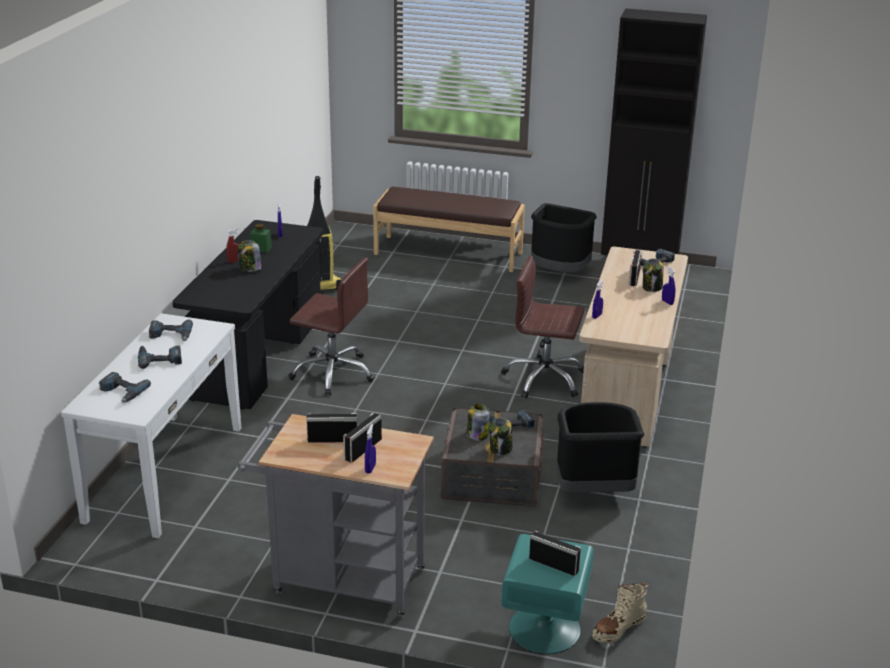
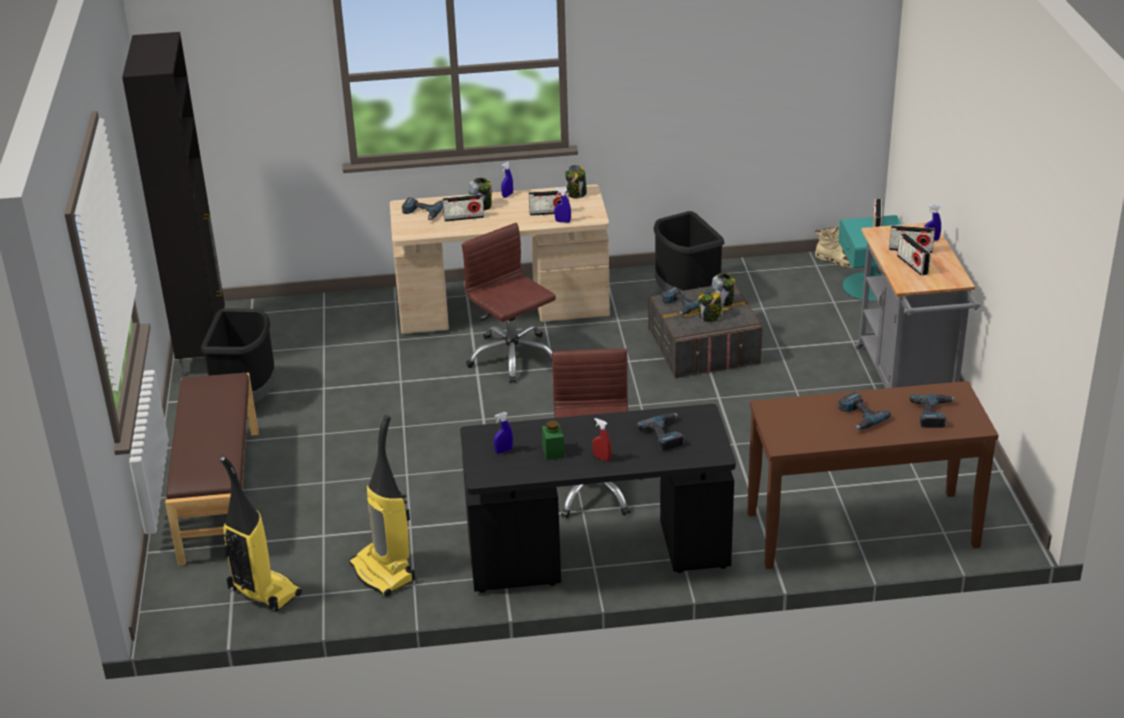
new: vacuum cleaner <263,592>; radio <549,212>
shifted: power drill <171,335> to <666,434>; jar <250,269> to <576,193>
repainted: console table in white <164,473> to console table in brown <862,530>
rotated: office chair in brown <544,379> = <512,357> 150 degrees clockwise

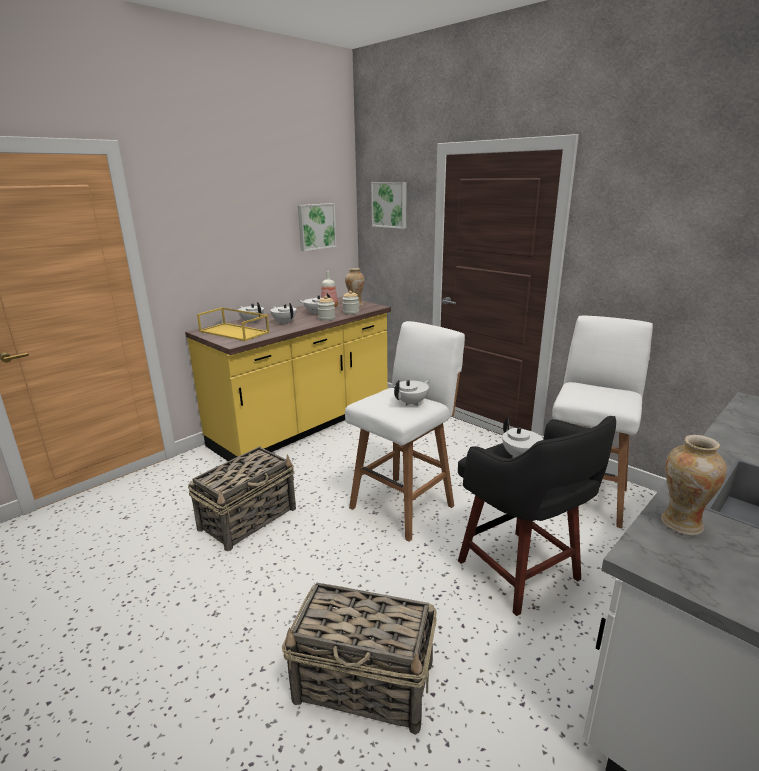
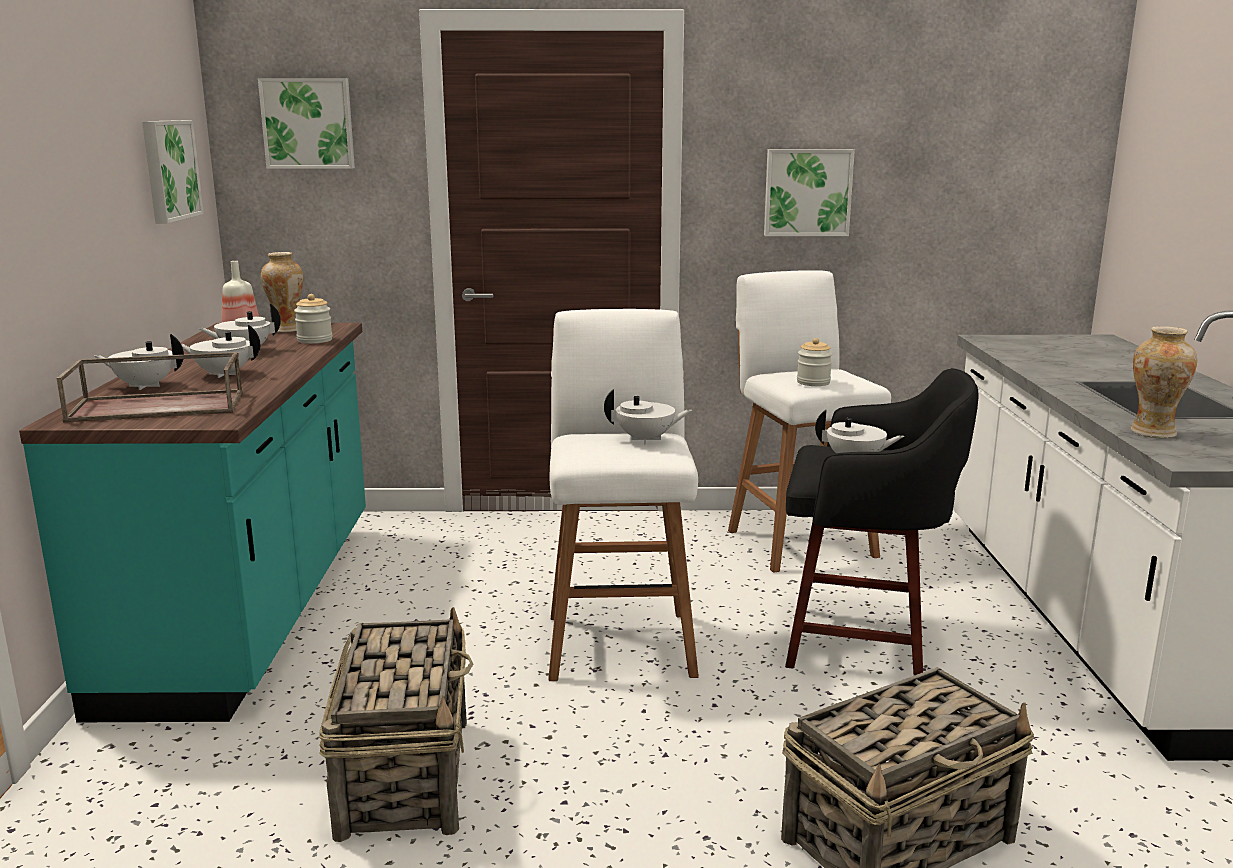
new: picture <807,192>
shifted: jar <326,318> to <813,382>
repainted: counter in yellow <304,425> to counter in turquoise <253,609>; tray in yellow <235,332> to tray in brown <159,406>
rotated: teapot in white <412,403> = <646,439> 90 degrees clockwise

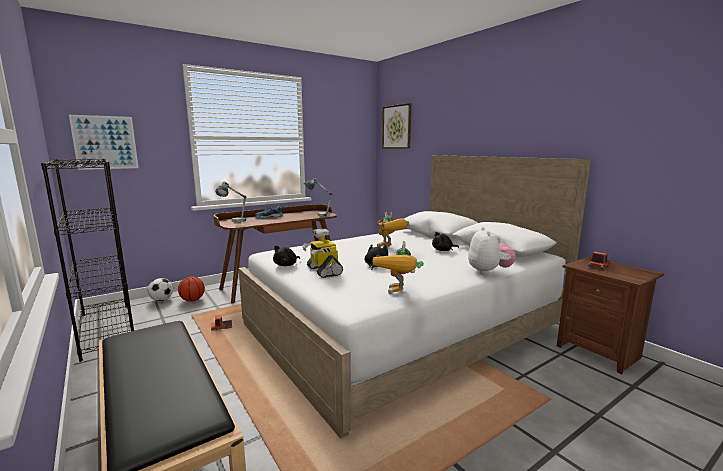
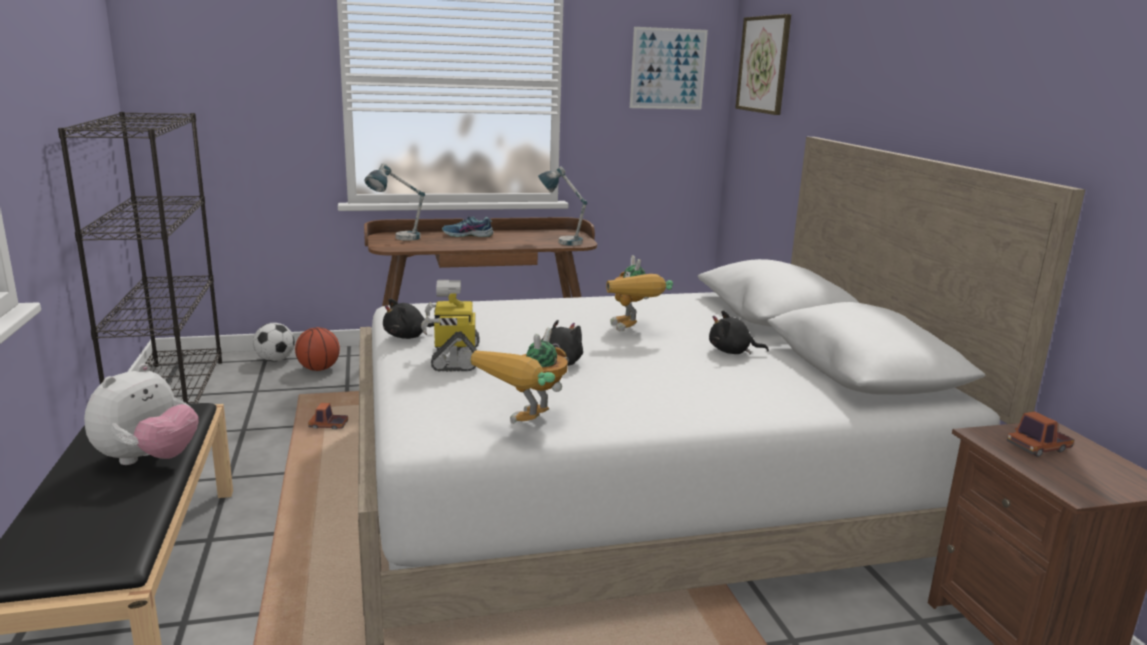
shifted: picture <105,142> to <668,69>; plush toy <488,272> to <148,460>

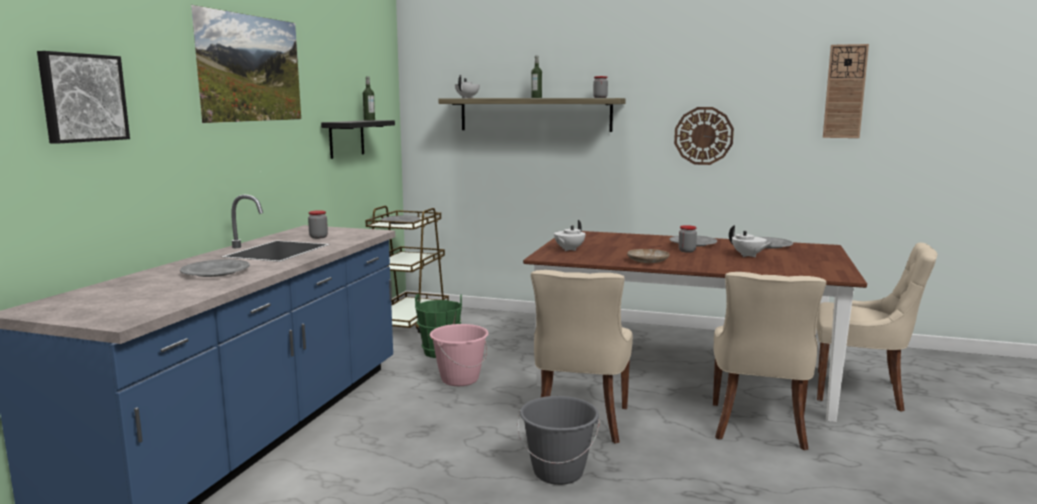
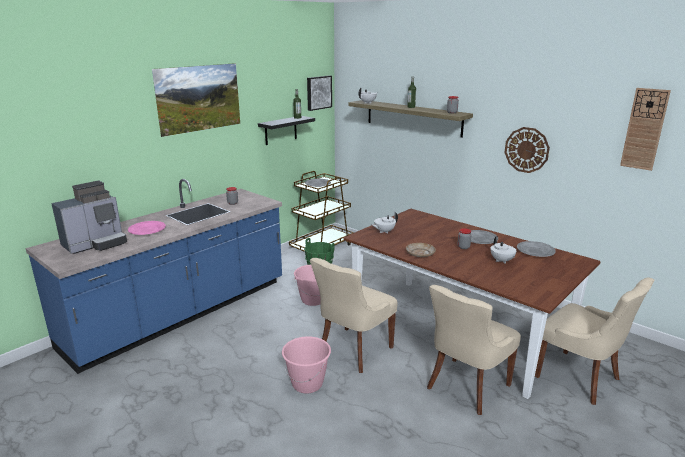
new: coffee machine <96,244>
shifted: picture <82,98> to <318,92>
repainted: plate in grey <215,272> to plate in pink <147,230>; bucket in grey <558,472> to bucket in pink <307,384>

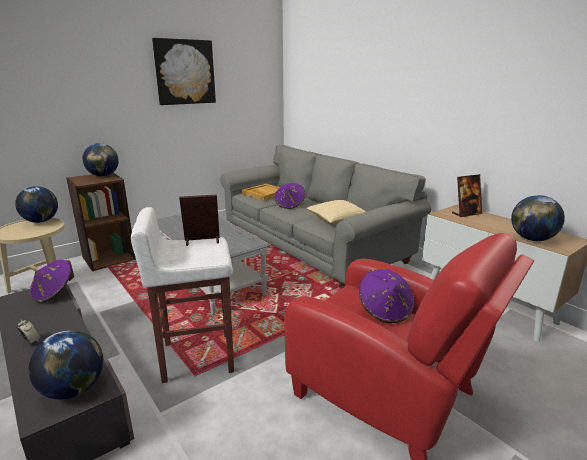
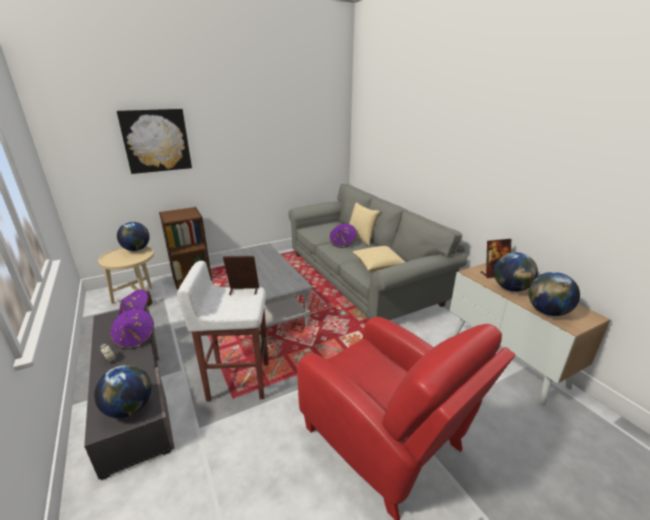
gone: tray in beige <264,193>
new: pillow <361,238>
shifted: globe <103,176> to <510,288>; picture <185,72> to <156,141>; hat in purple <385,310> to <135,339>

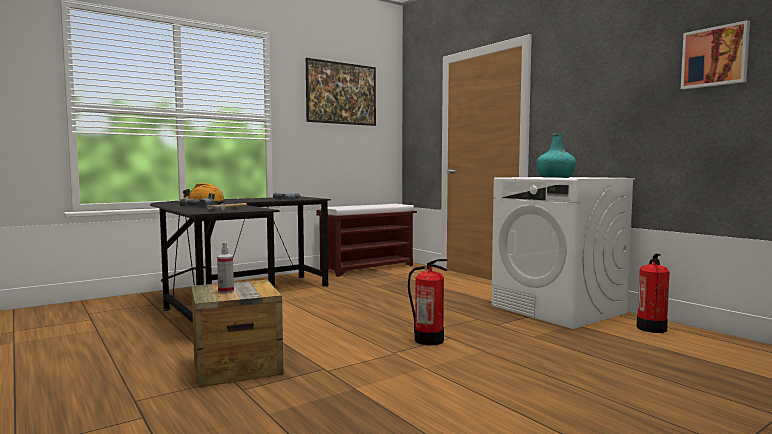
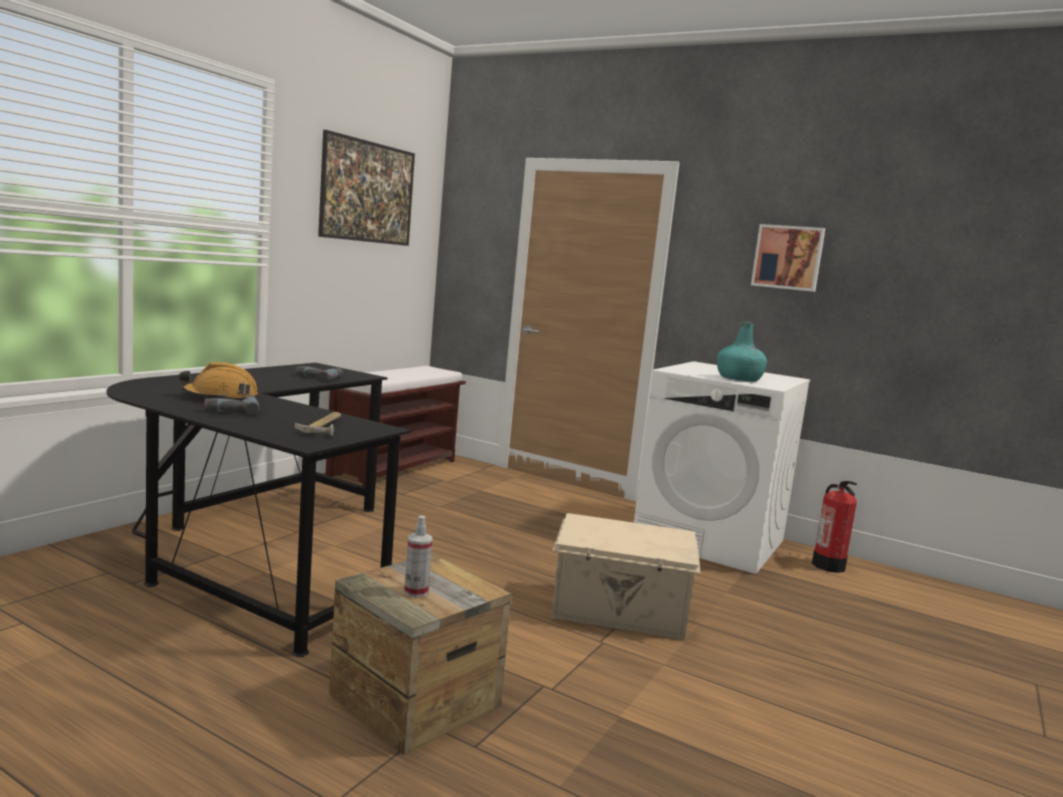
shifted: picture <715,57> to <788,257>
swapped: fire extinguisher <428,340> to storage box in beige <619,612>

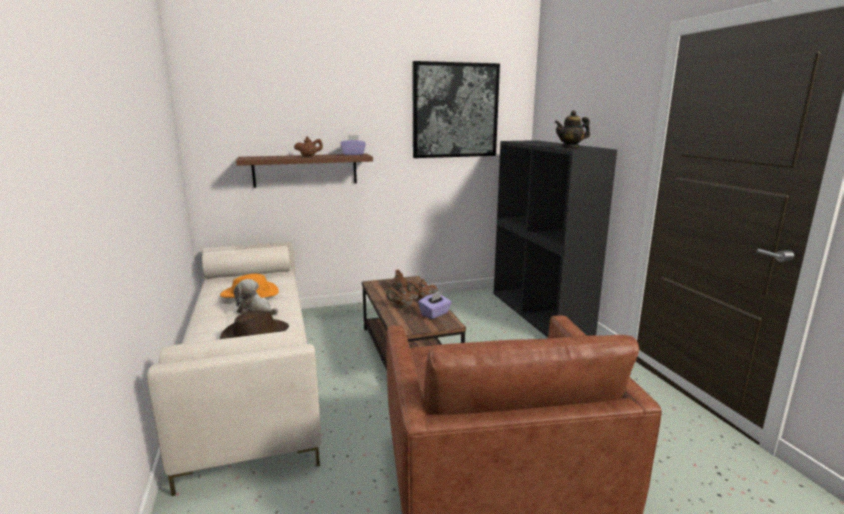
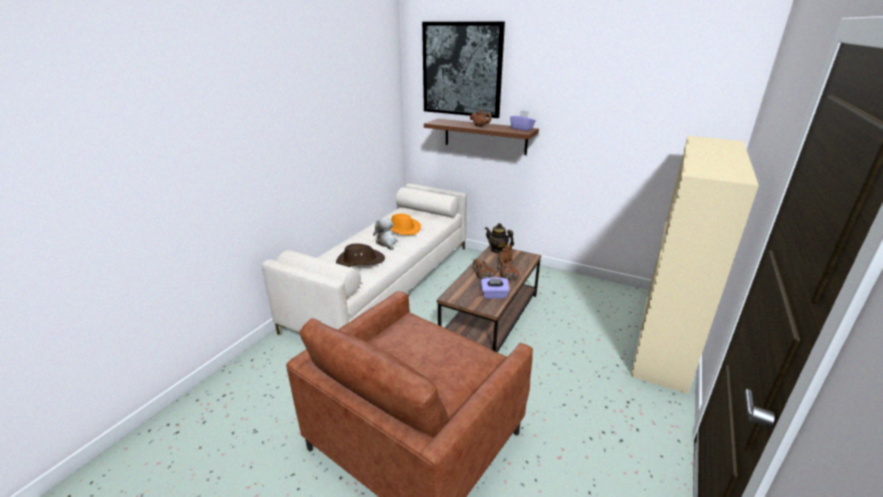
shifted: picture <455,110> to <462,69>; teapot <570,148> to <498,250>
repainted: bookcase in black <540,313> to bookcase in beige <665,340>

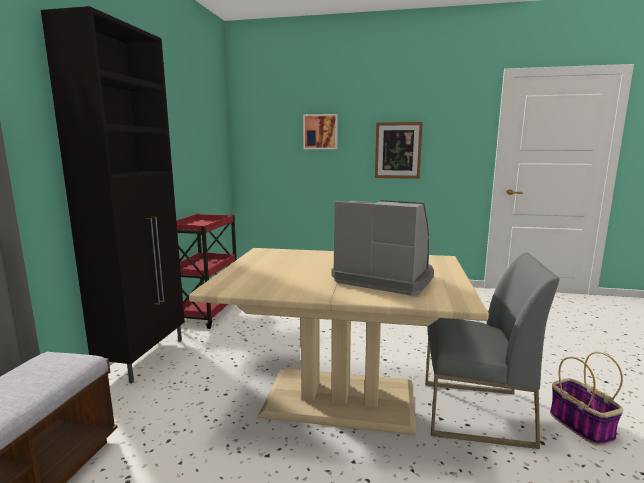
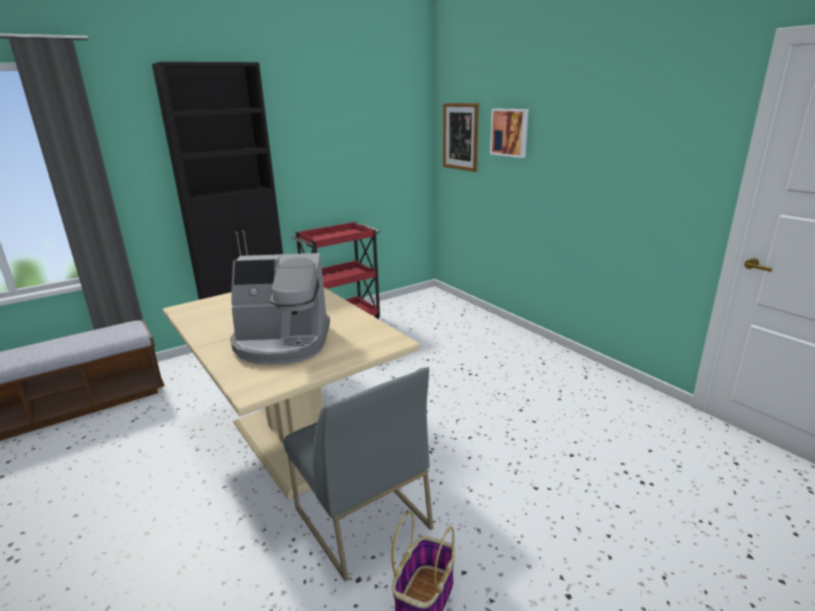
shifted: picture <398,150> to <460,136>
rotated: coffee machine <384,278> = <282,342> 105 degrees clockwise

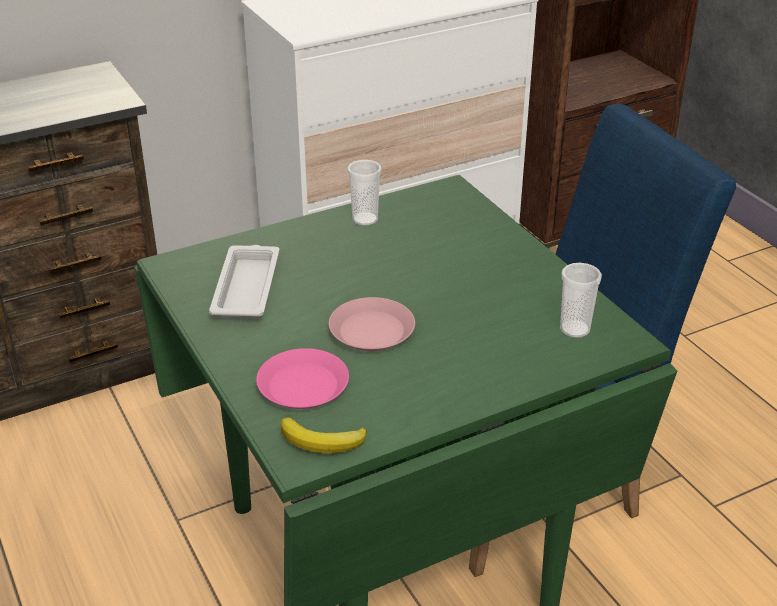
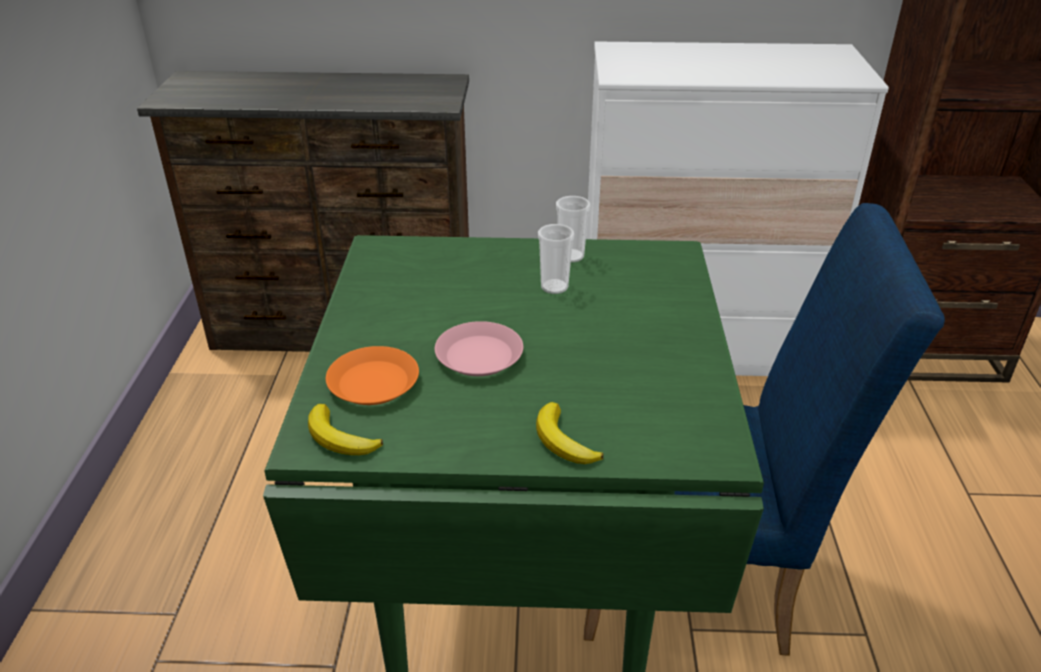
gone: tray in white <247,287>
new: banana <563,441>
shifted: cup <574,329> to <554,287>
repainted: plate in pink <302,386> to plate in orange <373,383>

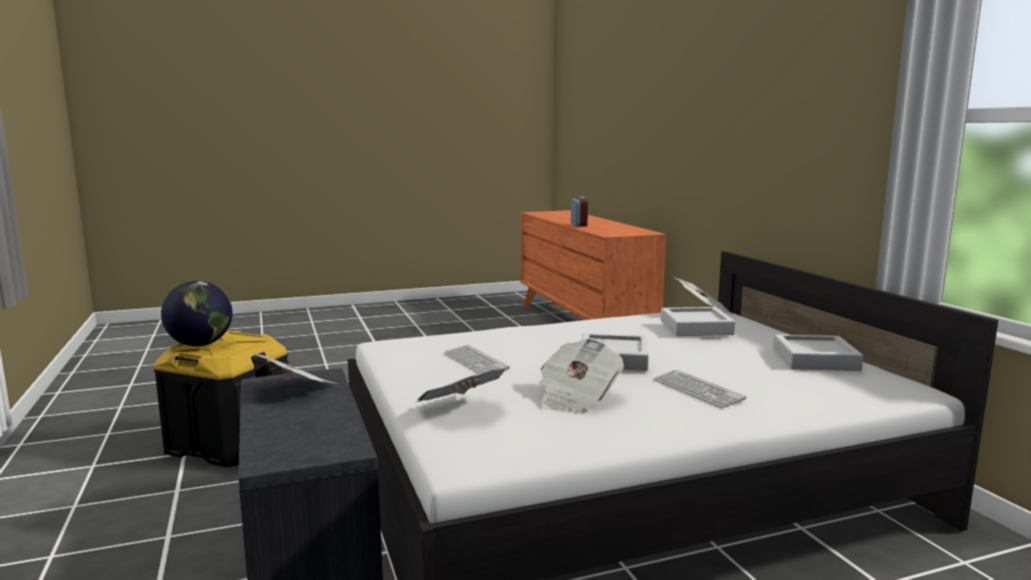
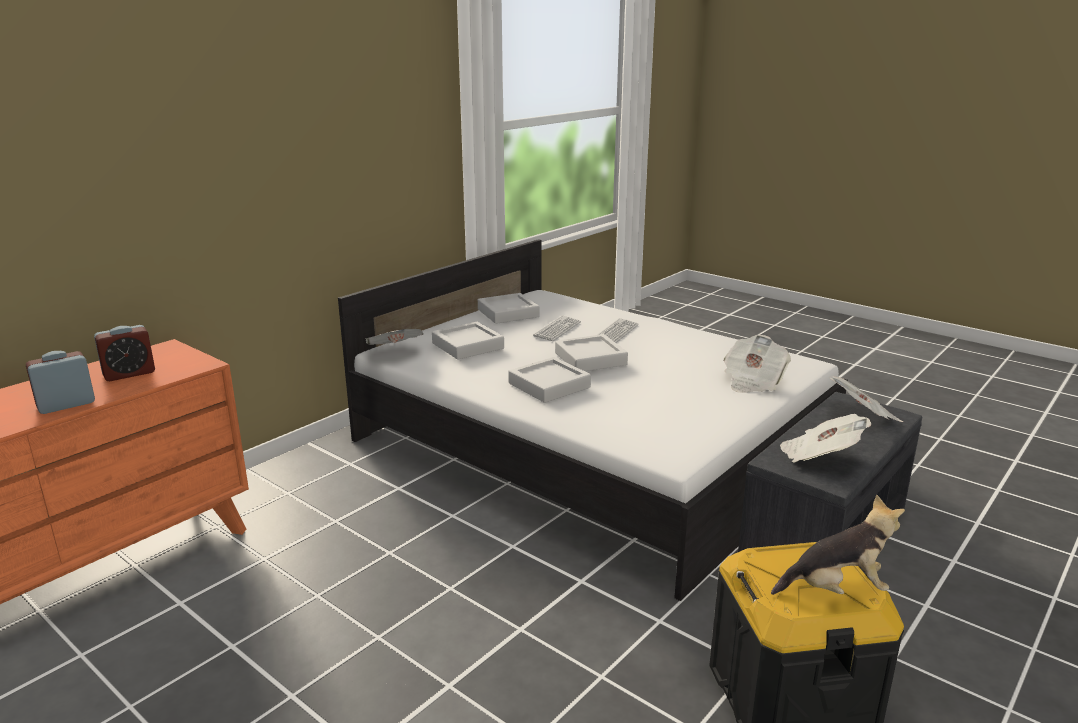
new: alarm clock <129,374>; tray in grey <549,385>
shifted: keyboard <475,361> to <557,329>; newspaper <576,398> to <863,417>
swapped: globe <200,344> to plush toy <836,589>

